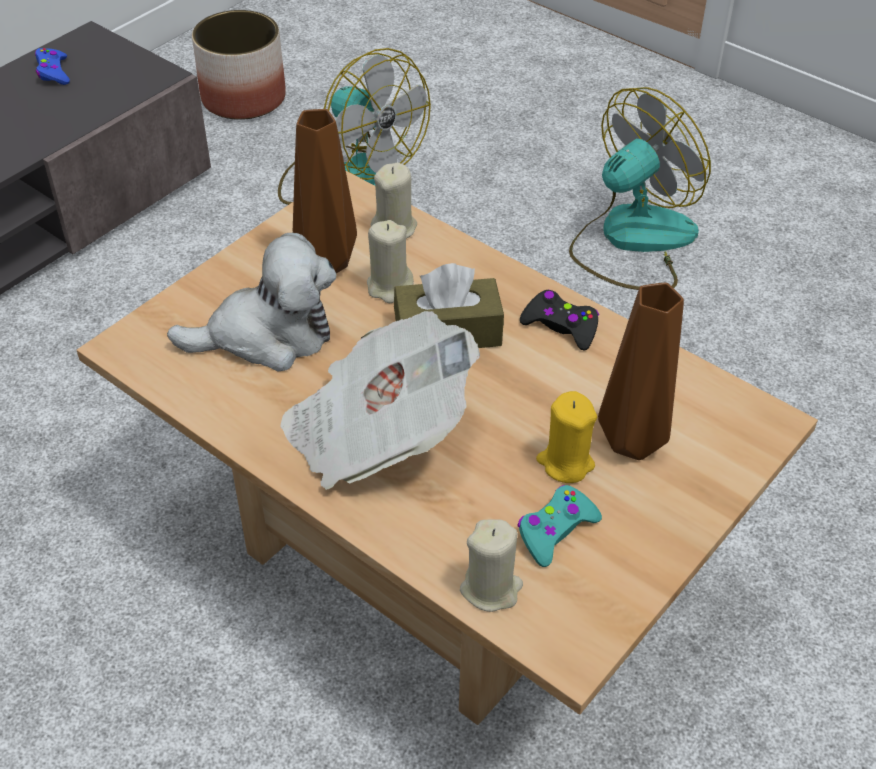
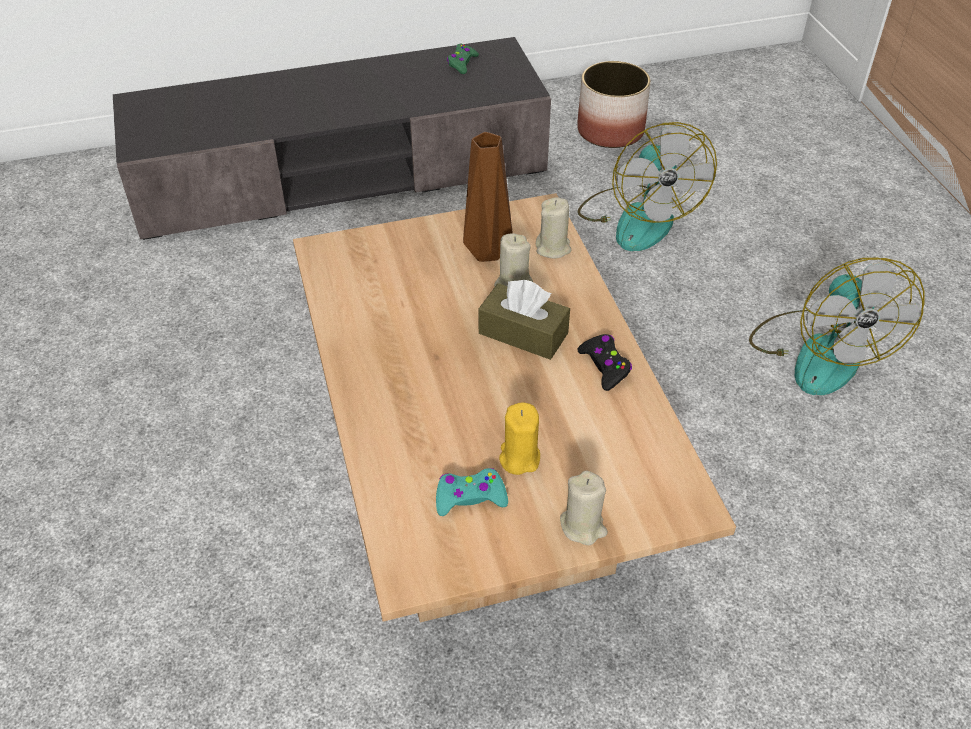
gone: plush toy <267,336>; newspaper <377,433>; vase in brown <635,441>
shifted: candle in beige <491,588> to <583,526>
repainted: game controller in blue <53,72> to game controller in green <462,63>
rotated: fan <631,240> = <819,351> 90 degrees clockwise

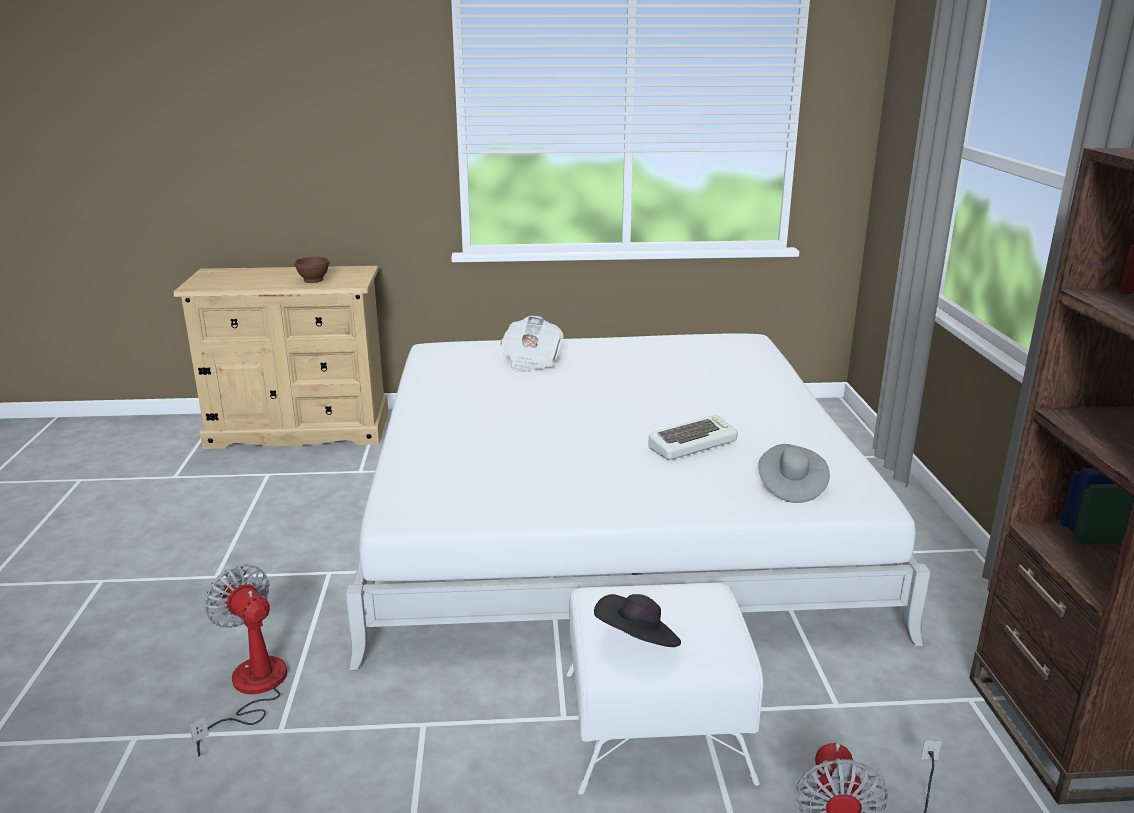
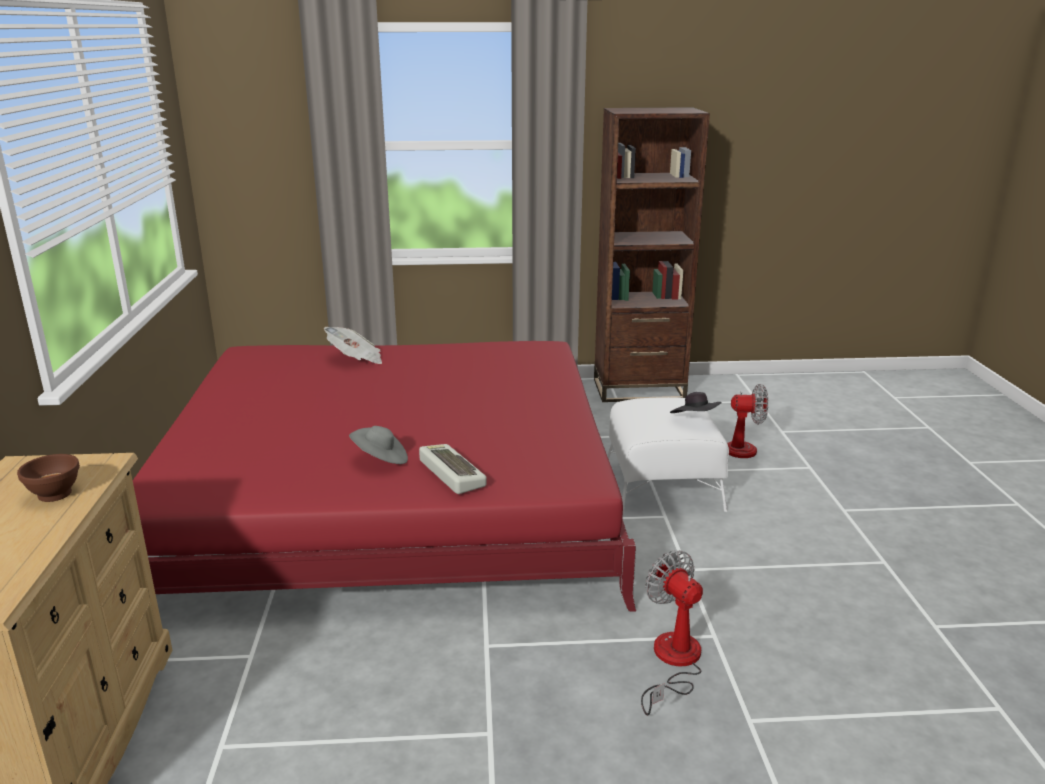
shifted: newspaper <531,361> to <356,360>; keyboard <692,444> to <449,474>; hat in grey <790,487> to <380,459>
repainted: bed in white <608,508> to bed in red <393,495>
rotated: fan <251,690> = <673,662> 105 degrees clockwise

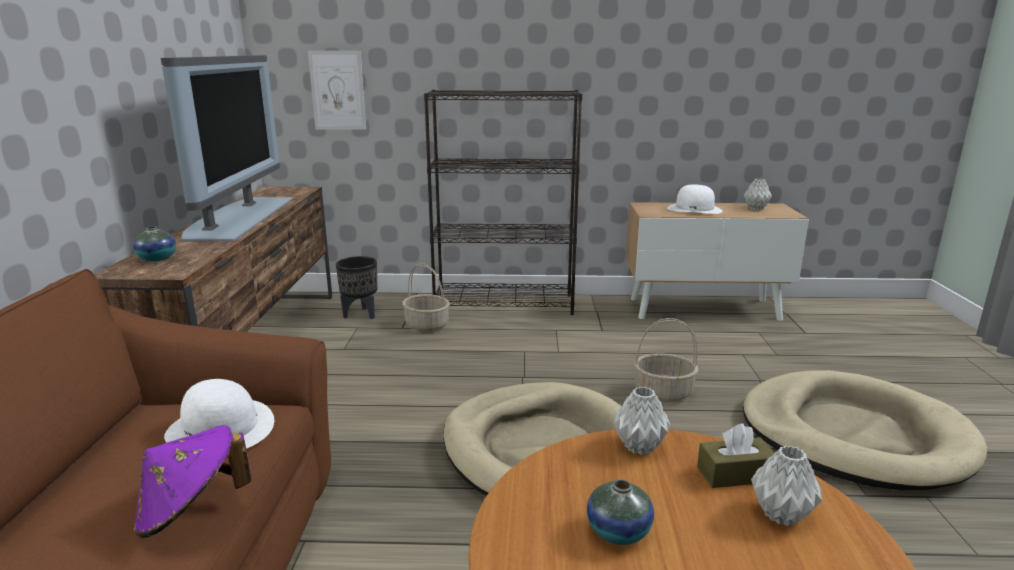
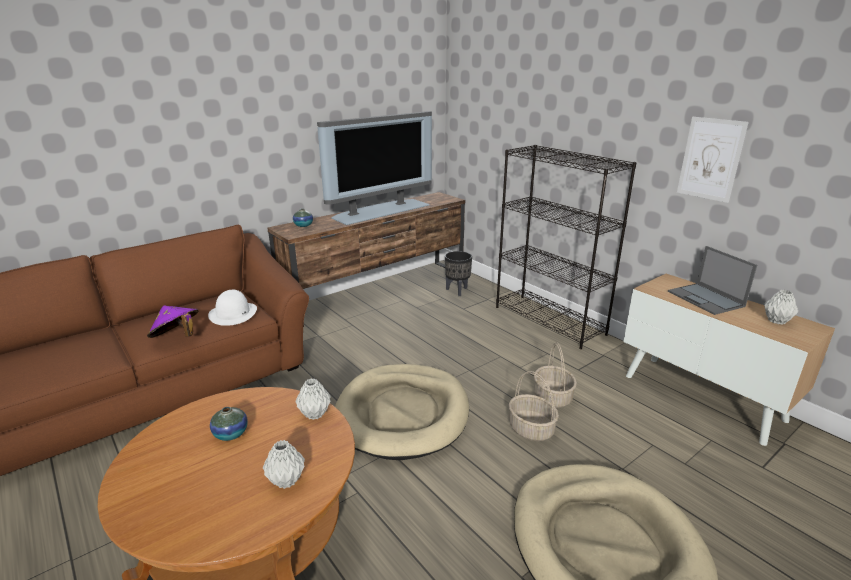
gone: tissue box in brown <735,474>
shifted: picture <337,90> to <710,159>; basket <427,325> to <553,398>
swapped: hat in white <694,209> to laptop <706,299>

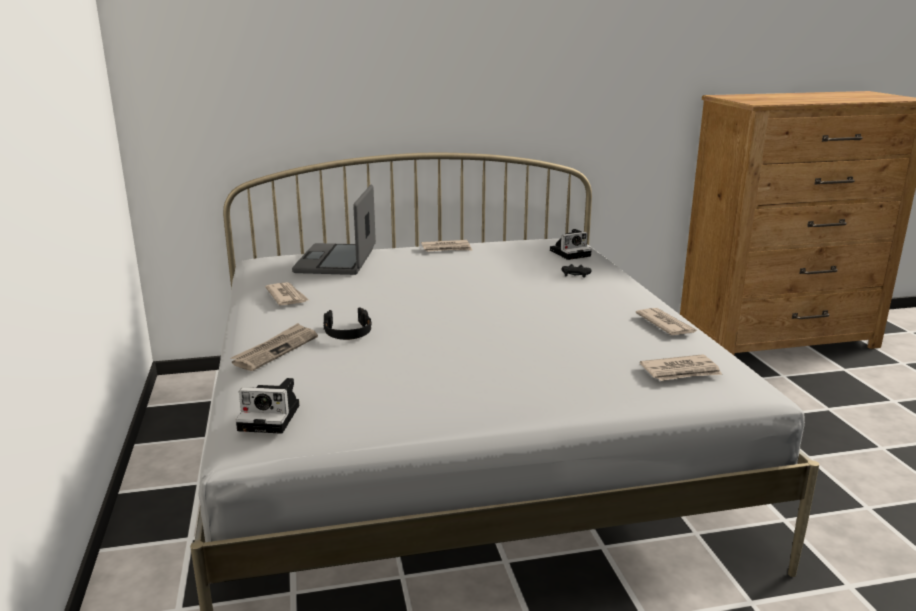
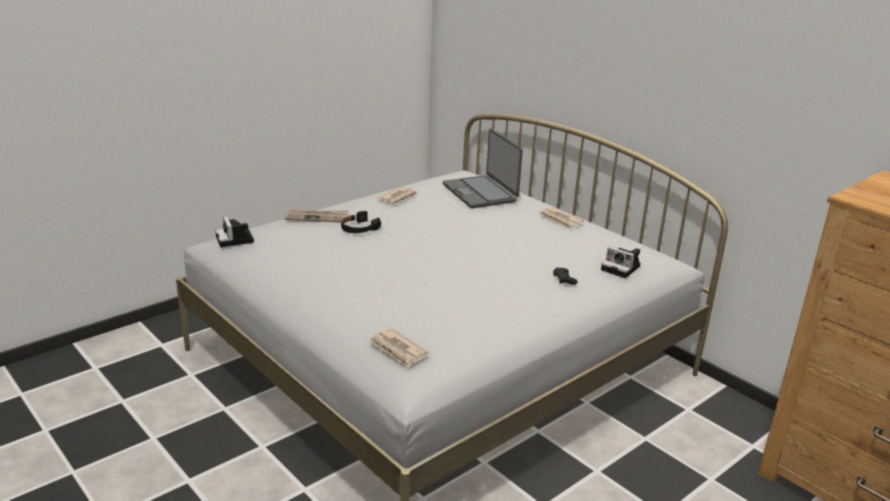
gone: newspaper <665,324>
rotated: laptop <337,261> = <480,193> 90 degrees counterclockwise

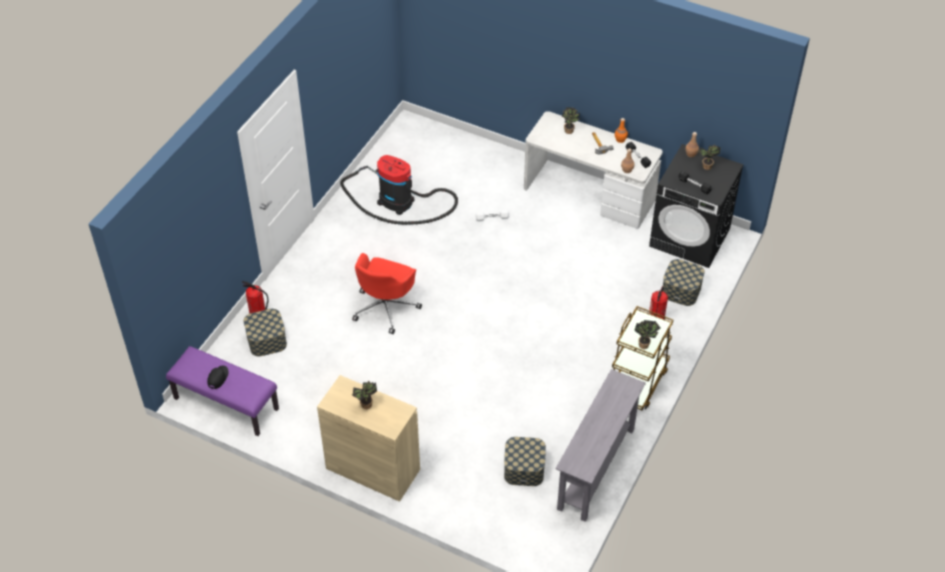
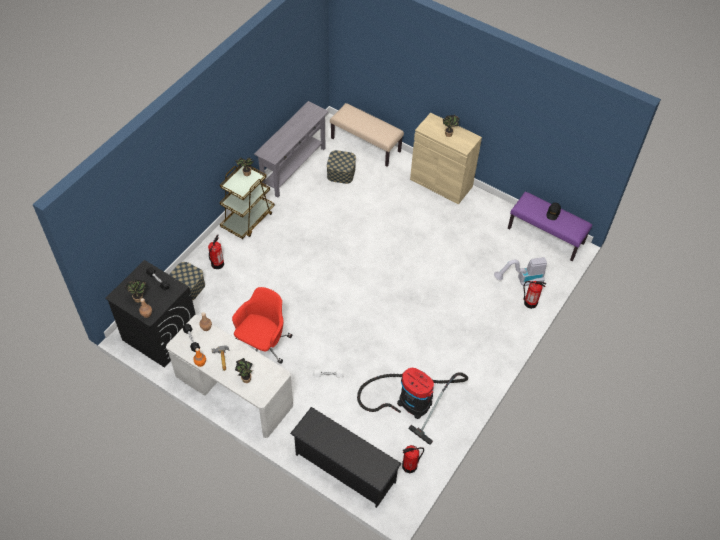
new: shoe rack in black <344,468>; bench in beige <366,145>; fire extinguisher <409,466>
shifted: office chair in red <386,307> to <262,345>
swapped: storage box <266,340> to vacuum cleaner <521,281>

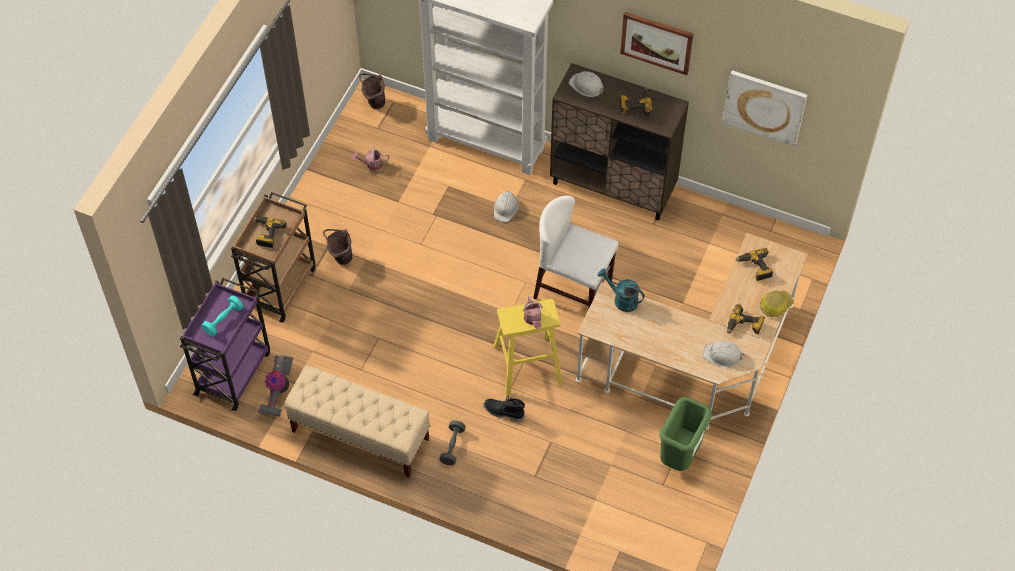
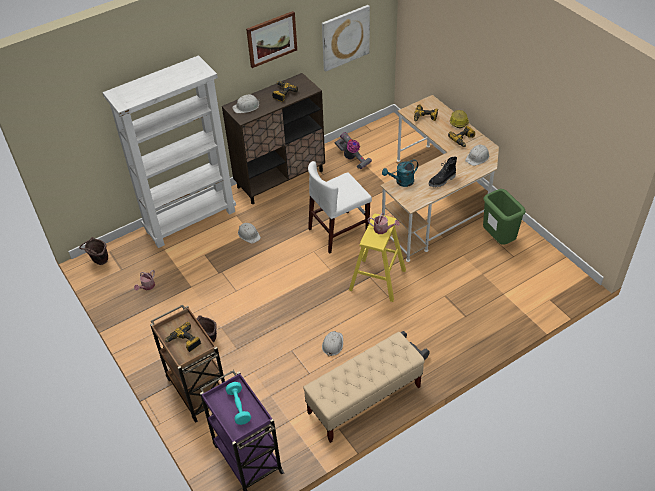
new: hard hat in white <332,344>
shifted: vacuum cleaner <278,391> to <352,158>; boot in black <503,412> to <442,181>

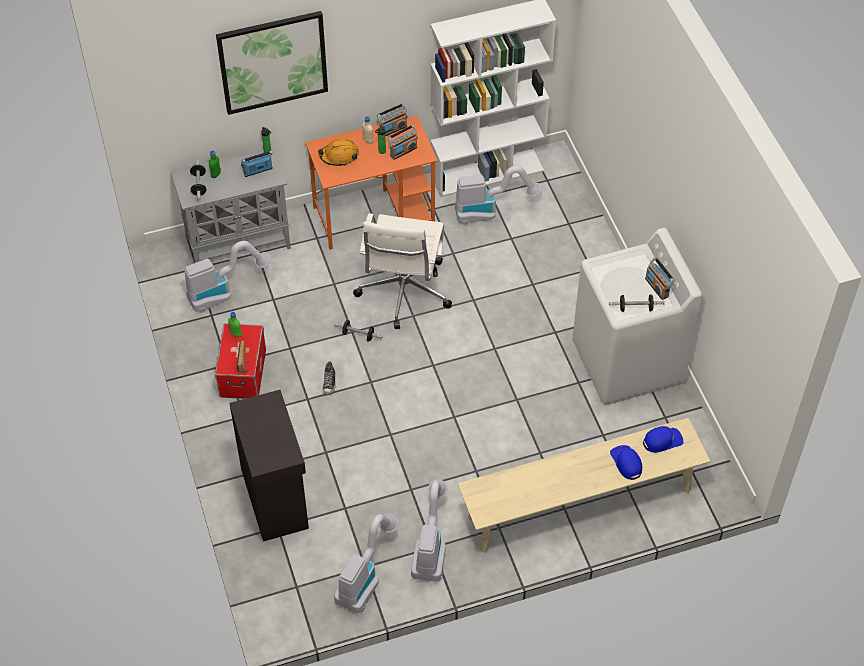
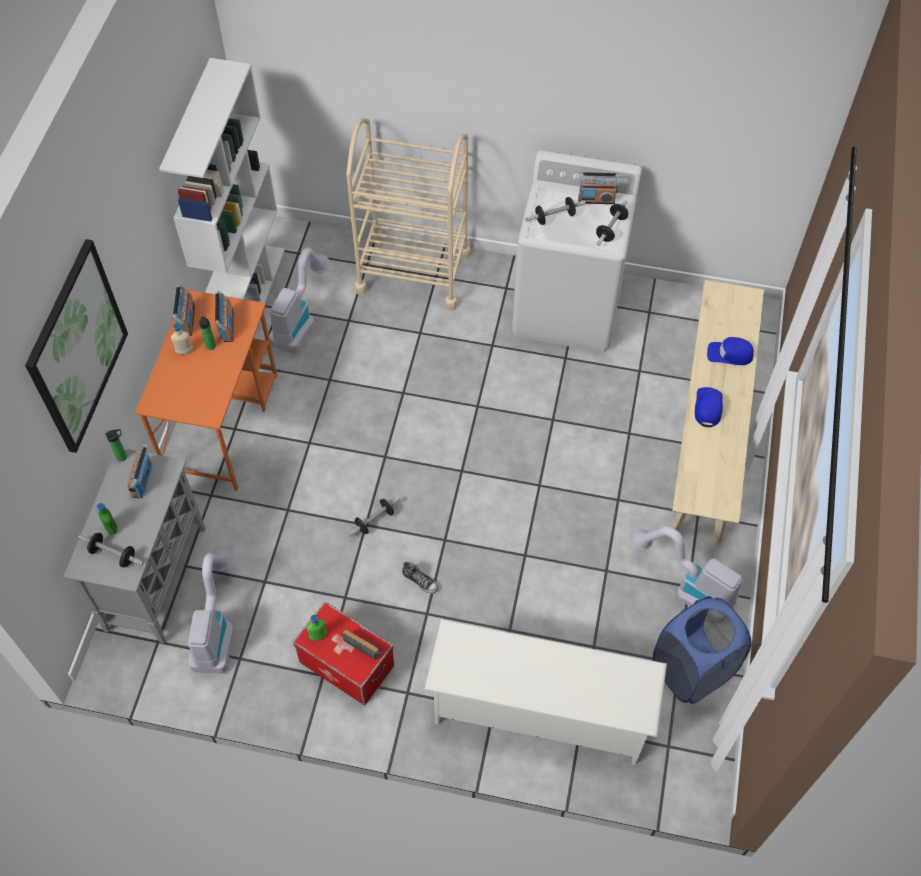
gone: hard hat in orange <339,156>; office chair in white <403,292>
new: cart in beige <413,272>; dumbbell <554,217>
shifted: cap in blue <662,441> to <708,407>
swapped: cabinet in black <276,497> to shoe rack in white <540,711>; vacuum cleaner <365,577> to laundry basket in blue <692,670>

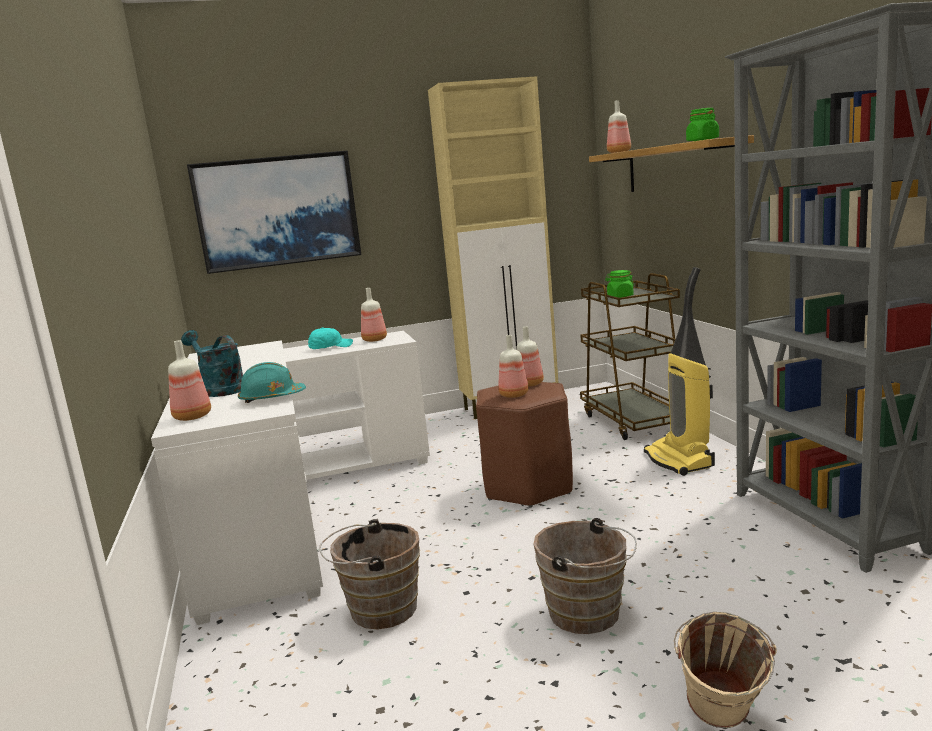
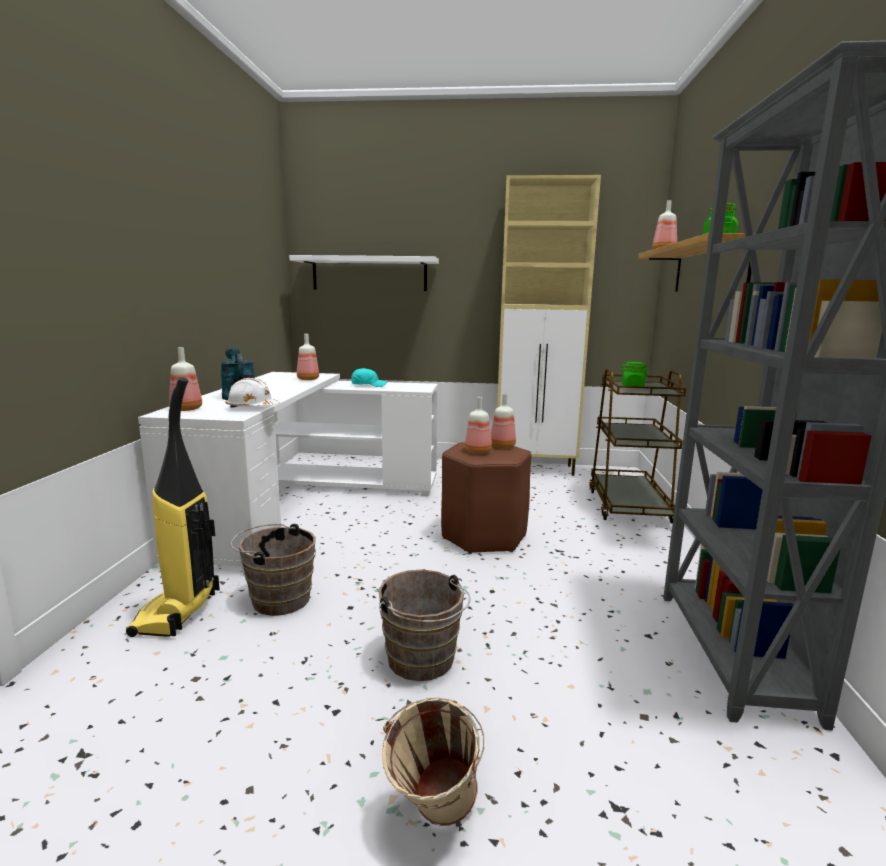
shifted: bottle <375,340> to <308,379>; vacuum cleaner <680,460> to <178,613>
swapped: picture <277,211> to shelf in white <369,274>
repainted: hard hat in turquoise <272,398> to hard hat in white <252,408>

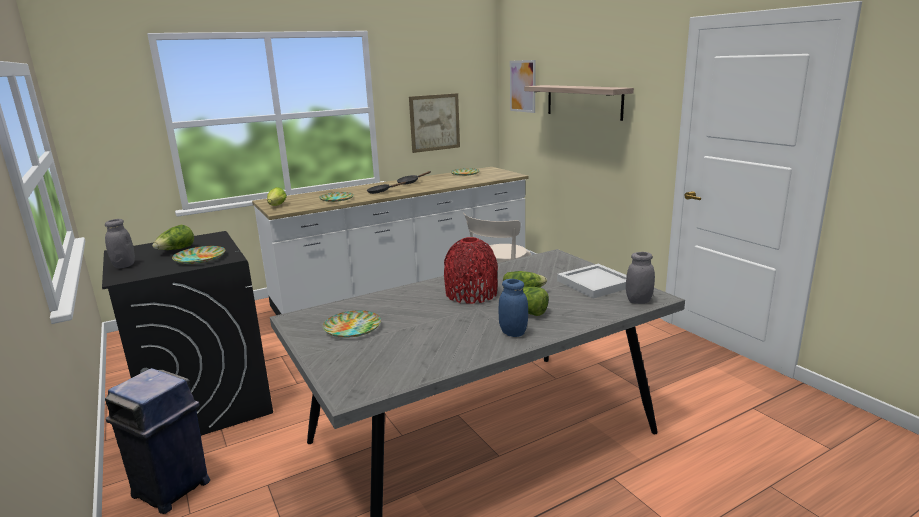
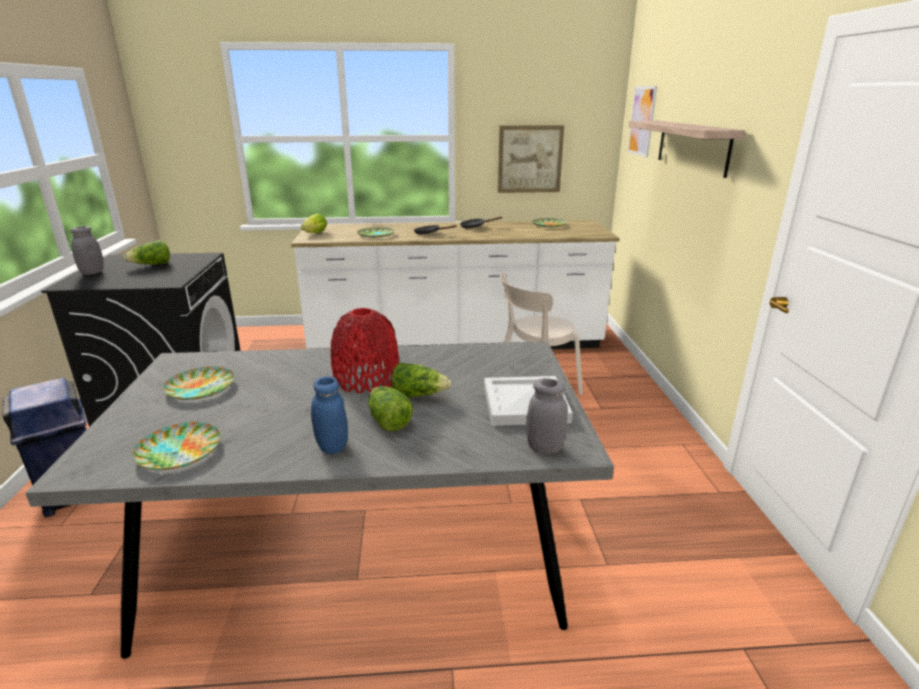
shifted: plate <199,258> to <178,451>

